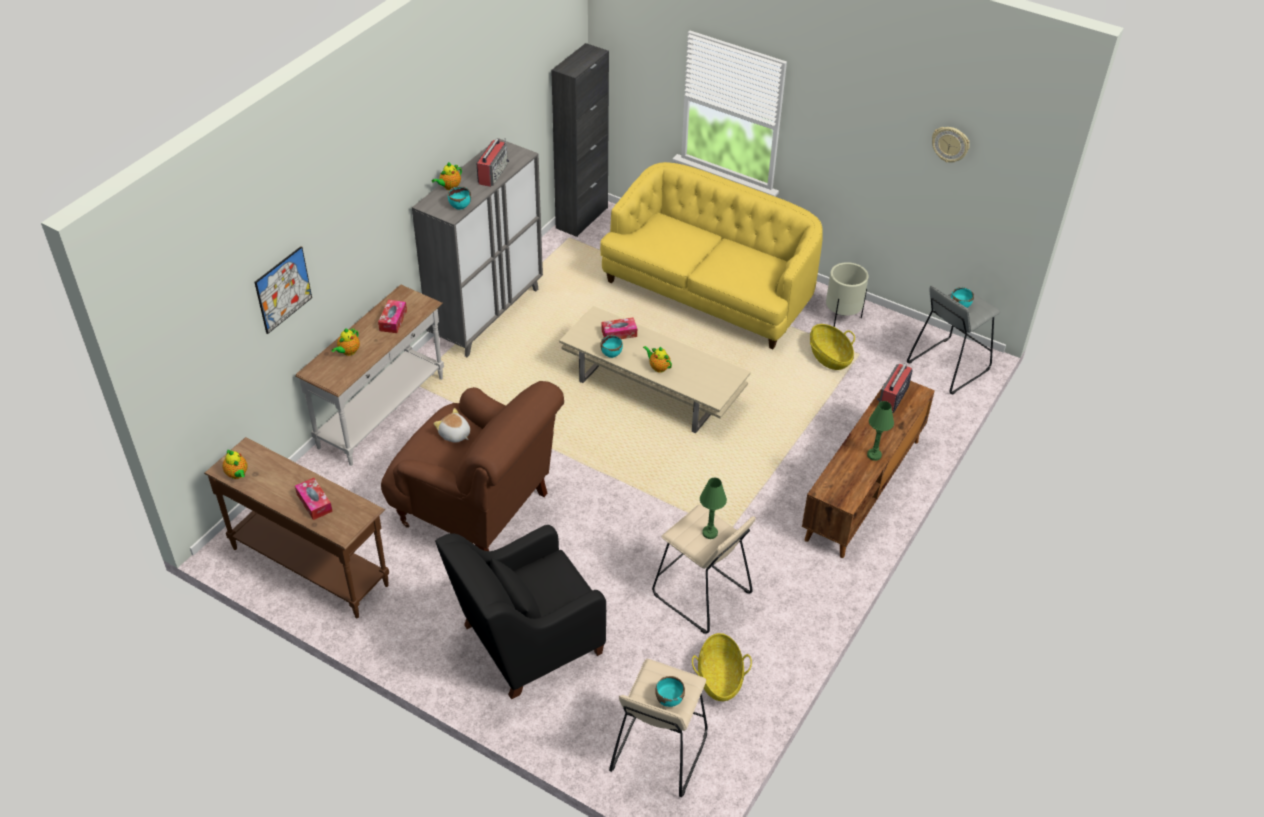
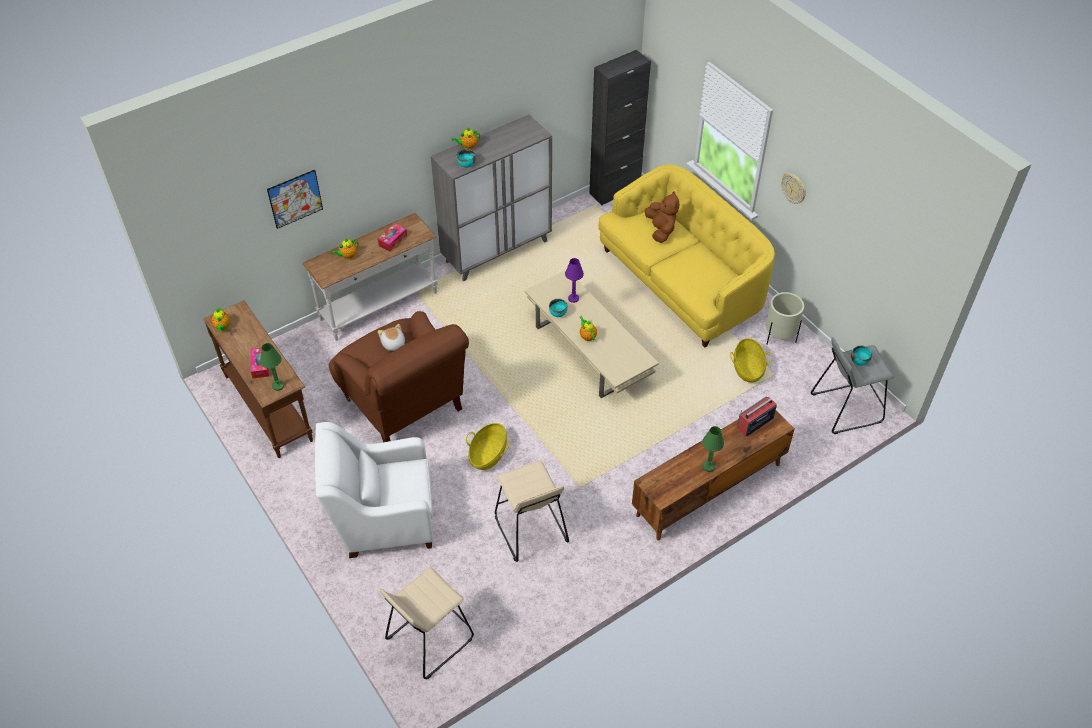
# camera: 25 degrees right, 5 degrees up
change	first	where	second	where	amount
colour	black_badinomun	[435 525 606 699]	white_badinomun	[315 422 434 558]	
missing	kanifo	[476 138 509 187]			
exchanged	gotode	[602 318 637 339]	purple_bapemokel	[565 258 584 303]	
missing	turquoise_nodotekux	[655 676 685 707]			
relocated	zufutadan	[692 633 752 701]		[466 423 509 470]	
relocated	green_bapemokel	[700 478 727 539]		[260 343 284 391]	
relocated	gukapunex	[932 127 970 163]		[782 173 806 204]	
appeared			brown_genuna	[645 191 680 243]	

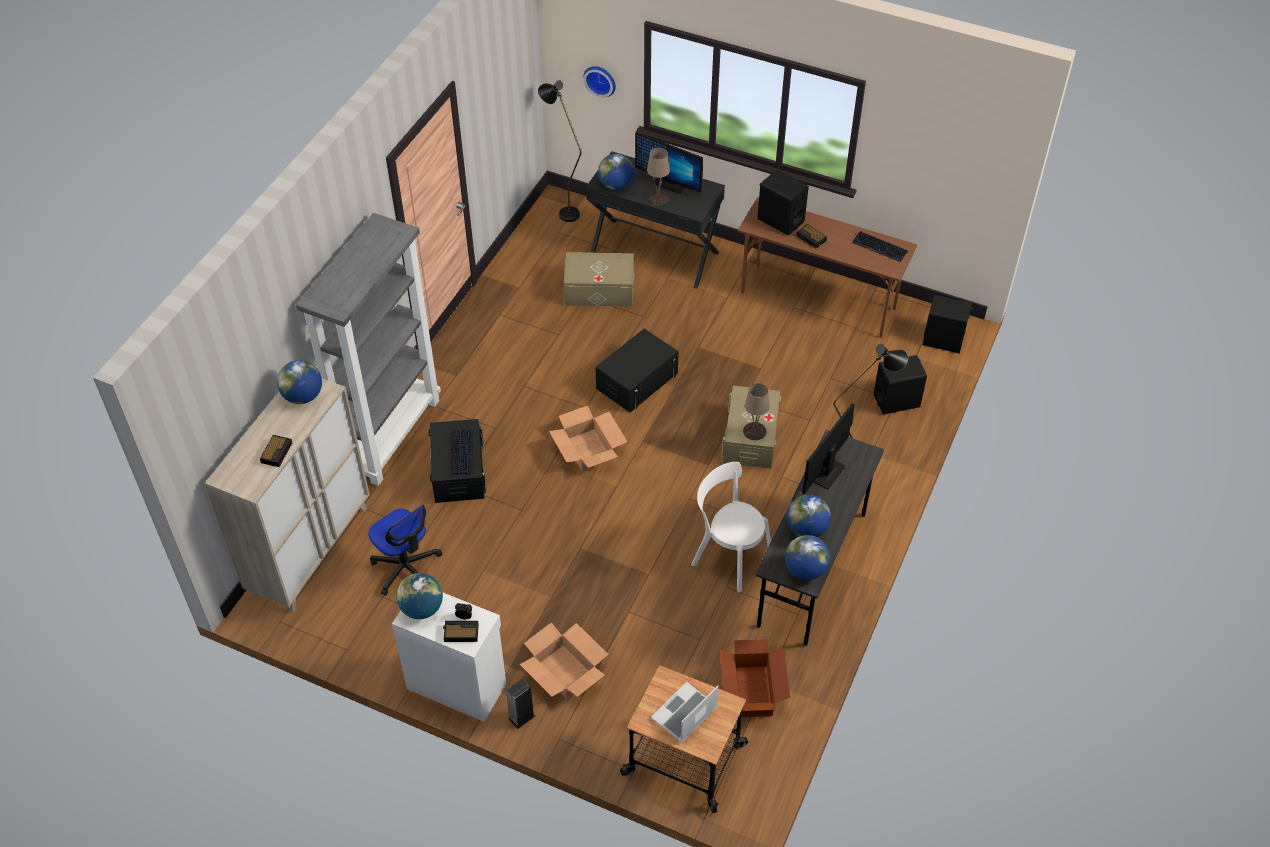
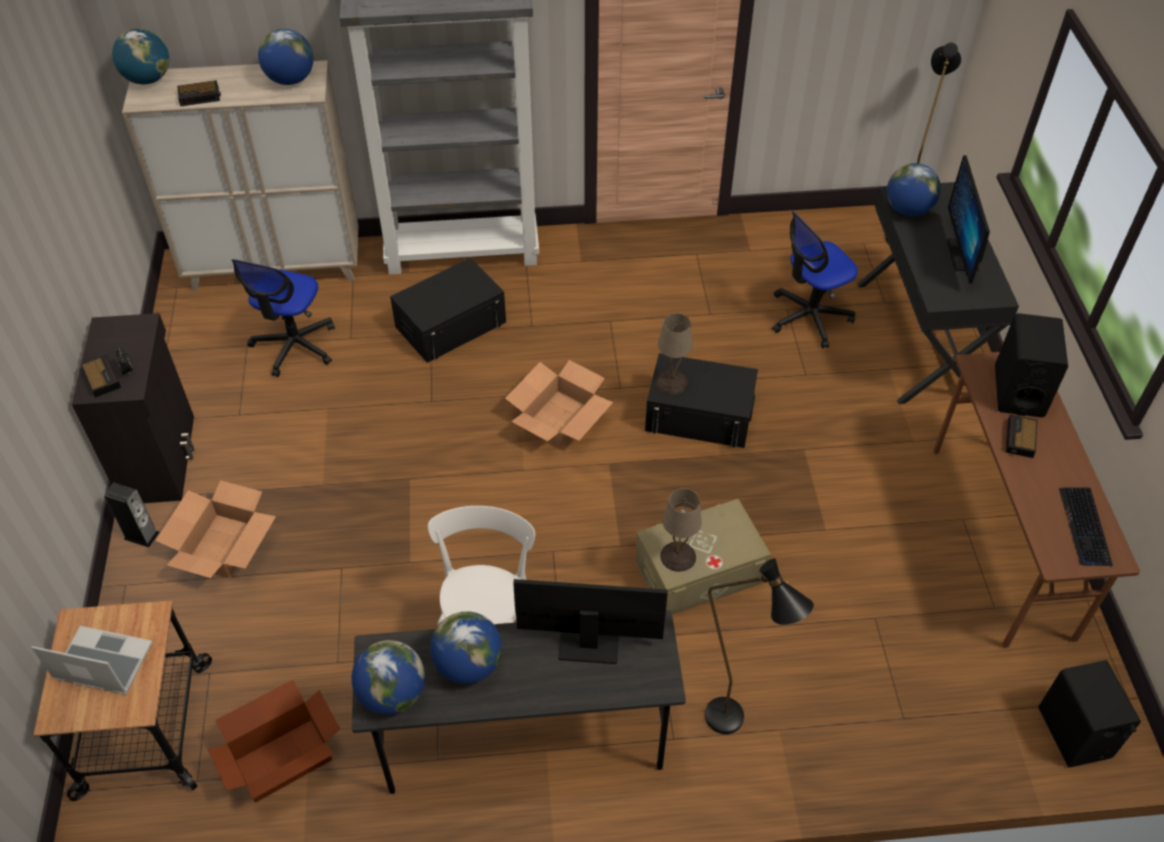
# camera: 60 degrees right, 0 degrees up
change	first	where	second	where	amount
colour	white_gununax	[392 593 506 722]	black_gununax	[72 313 195 503]	
relocated	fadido	[396 573 443 619]		[112 28 169 84]	
missing	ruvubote	[453 430 473 476]			
exchanged	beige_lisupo	[564 252 635 307]	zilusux	[772 211 858 348]	
missing	gukapunex	[583 66 616 97]			
relocated	beige_bapemokel	[647 148 670 205]		[656 313 692 394]	
missing	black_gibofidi	[874 355 927 415]			

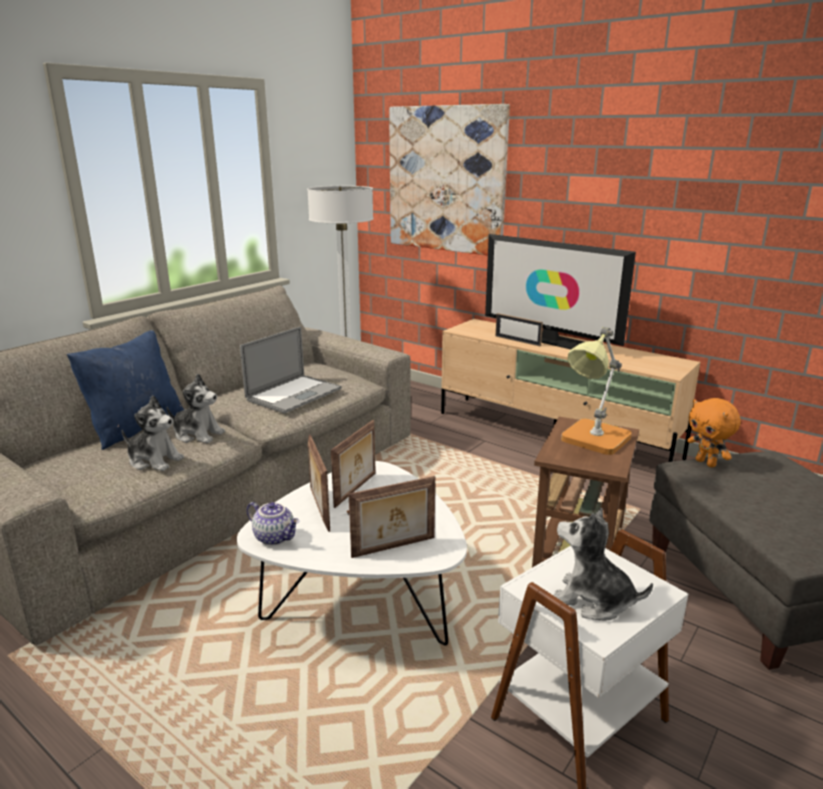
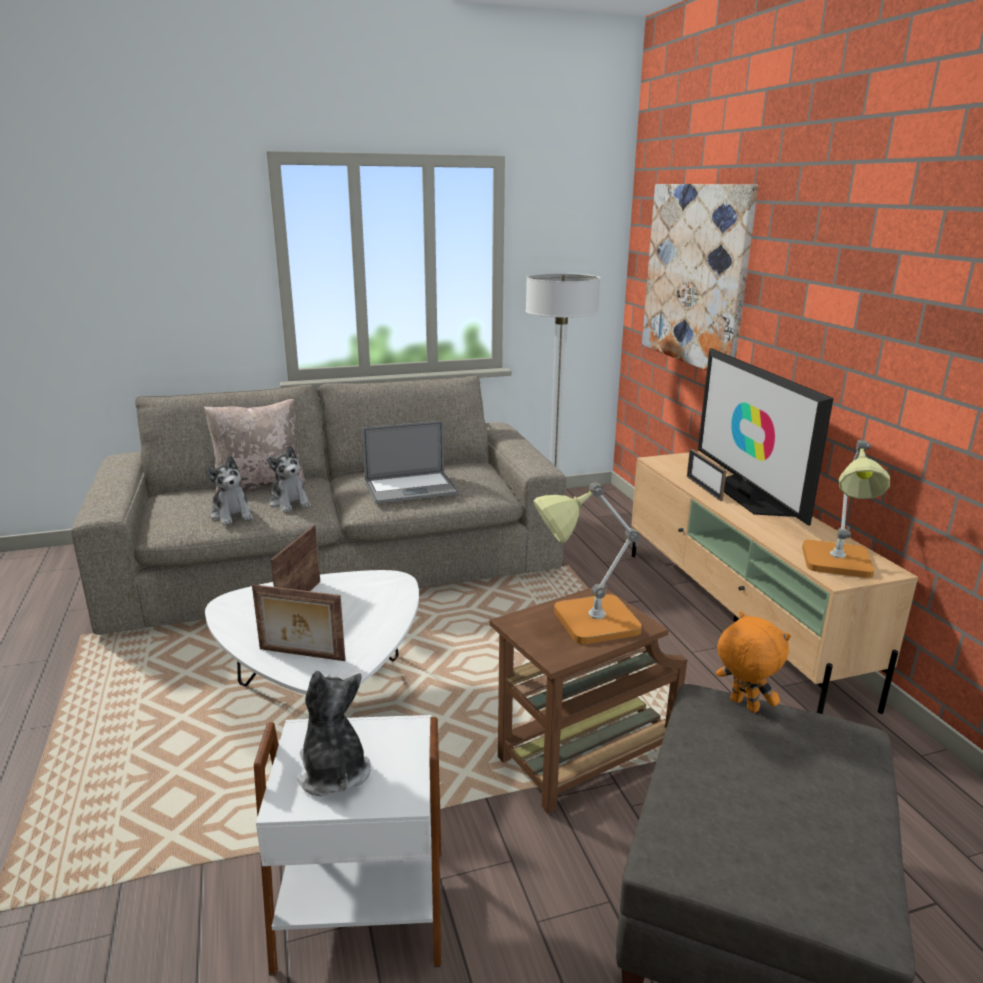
# camera: 35 degrees right, 0 degrees up
change	first	where	second	where	amount
colour	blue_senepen	[67 330 184 450]	beige_senepen	[204 399 306 494]	
missing	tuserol	[247 502 299 545]			
missing	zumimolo	[331 420 376 508]			
spun	orange_genuna	[687 398 741 467]		[716 611 791 713]	135 degrees clockwise
appeared			bapemokel	[802 440 890 578]	

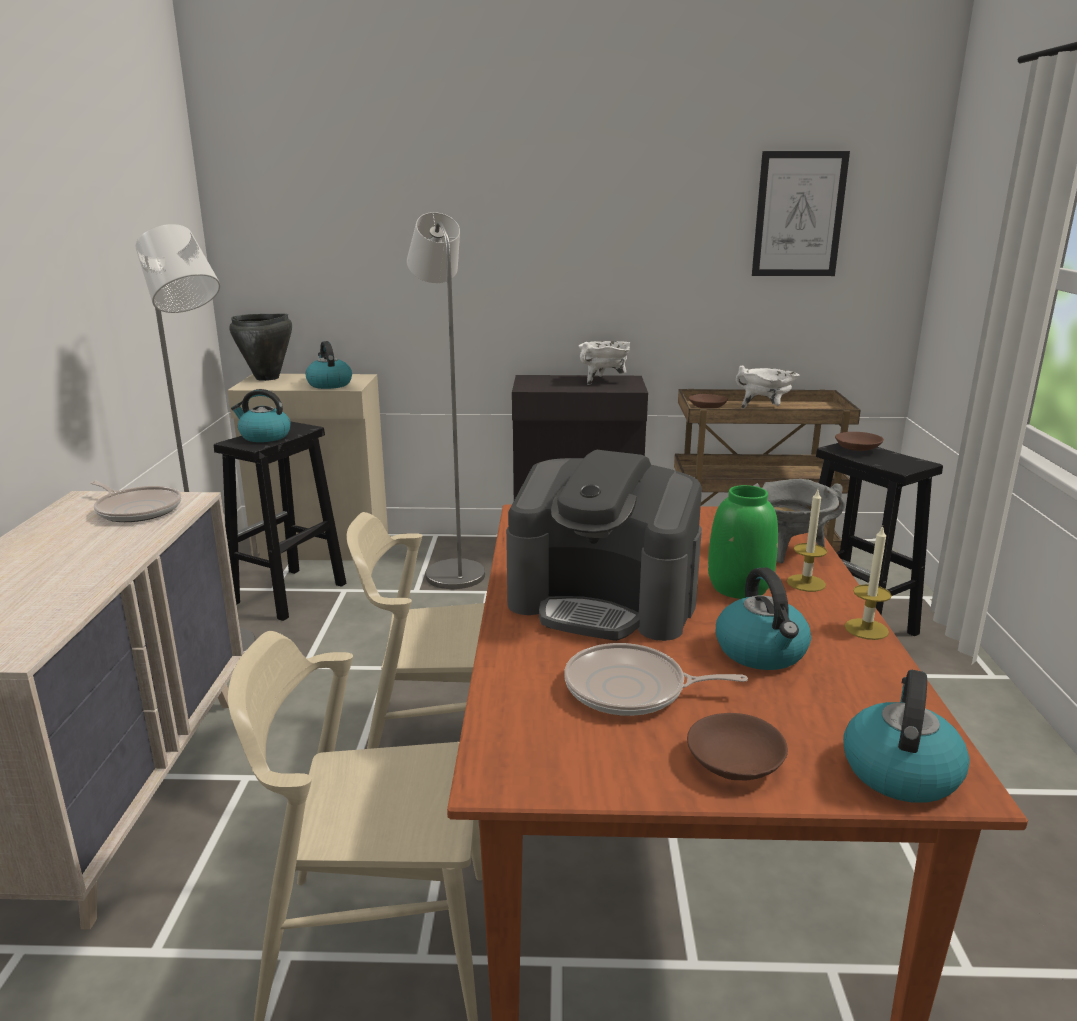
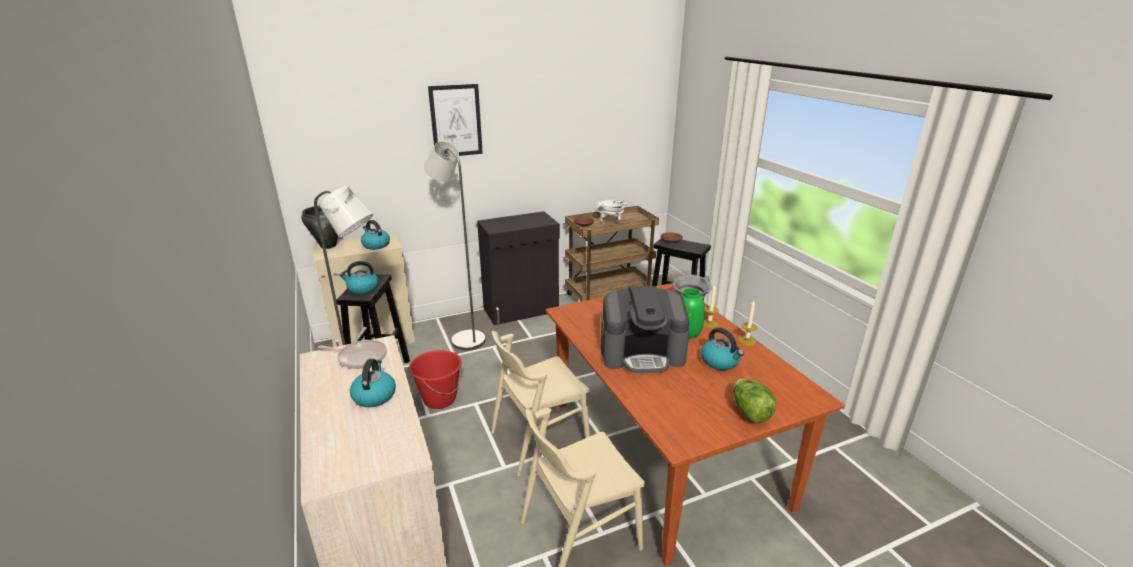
# camera: 25 degrees left, 5 degrees up
change	first	where	second	where	amount
missing	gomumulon	[564 643 748 716]			
missing	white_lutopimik	[579 341 630 385]			
exchanged	brown_nodotekux	[687 713 788 780]	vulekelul	[734 379 776 422]	
relocated	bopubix	[752 151 850 276]		[428 84 483 156]	
relocated	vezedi	[843 670 970 803]		[350 359 396 407]	
appeared			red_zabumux	[409 350 462 409]	

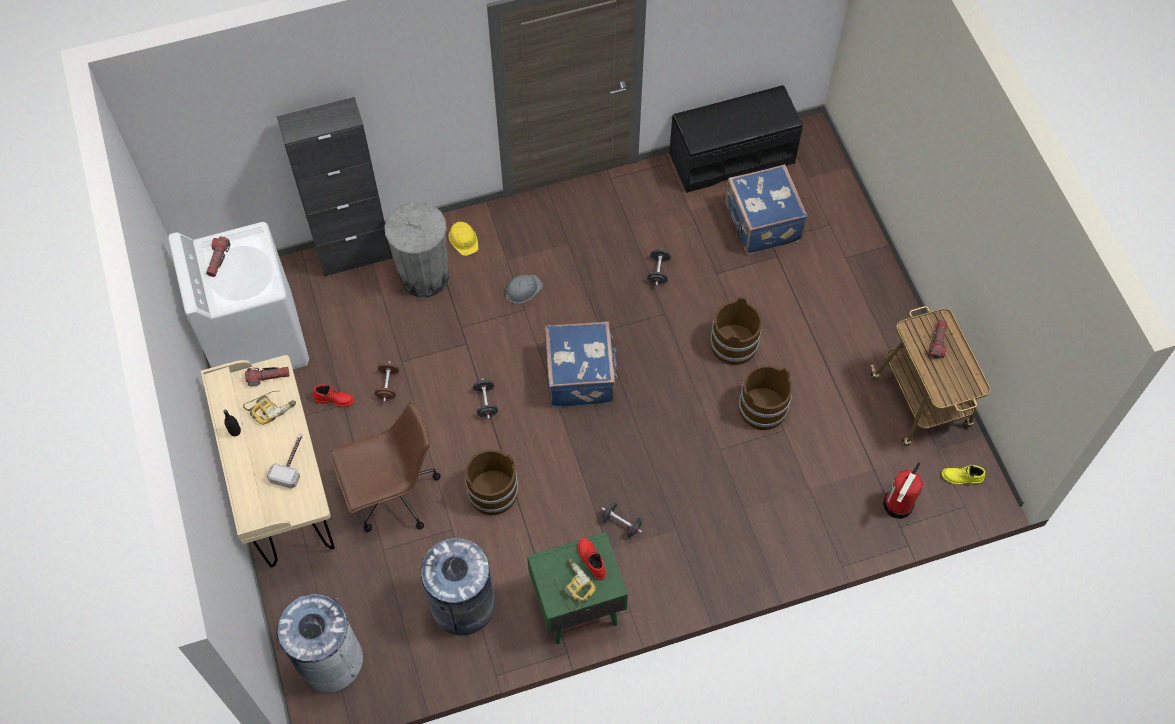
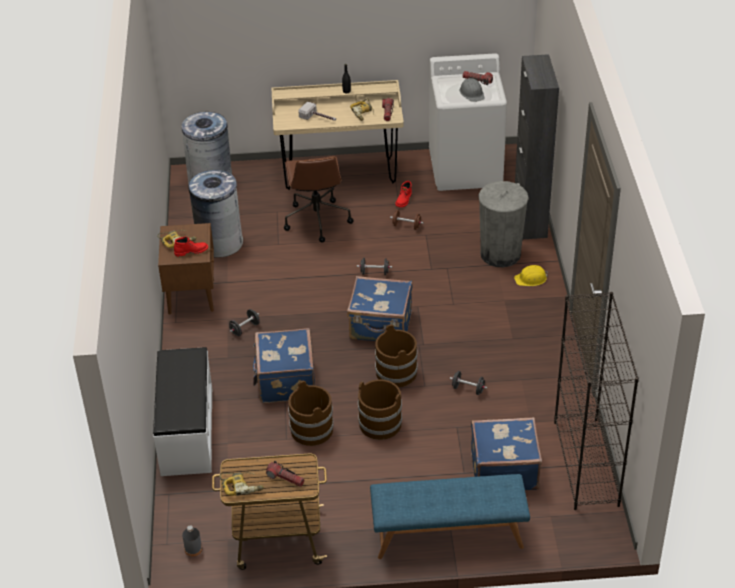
# camera: 105 degrees right, 20 degrees down
change	first	where	second	where	amount
relocated	brown_zabumux	[465 449 518 515]		[375 324 418 387]	
relocated	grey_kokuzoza	[506 275 543 304]		[460 78 485 102]	
colour	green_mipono	[527 532 628 644]	brown_mipono	[158 223 214 315]	
exchanged	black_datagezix	[669 85 803 193]	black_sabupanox	[554 292 639 510]	
missing	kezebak	[883 462 923 519]			
exchanged	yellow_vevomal	[942 465 985 484]	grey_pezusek	[182 525 202 556]	
appeared			white_datagezix	[153 347 213 476]	
appeared			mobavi	[219 472 264 496]	
appeared			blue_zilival	[253 328 315 403]	
appeared			blue_datagezix	[370 474 530 559]	

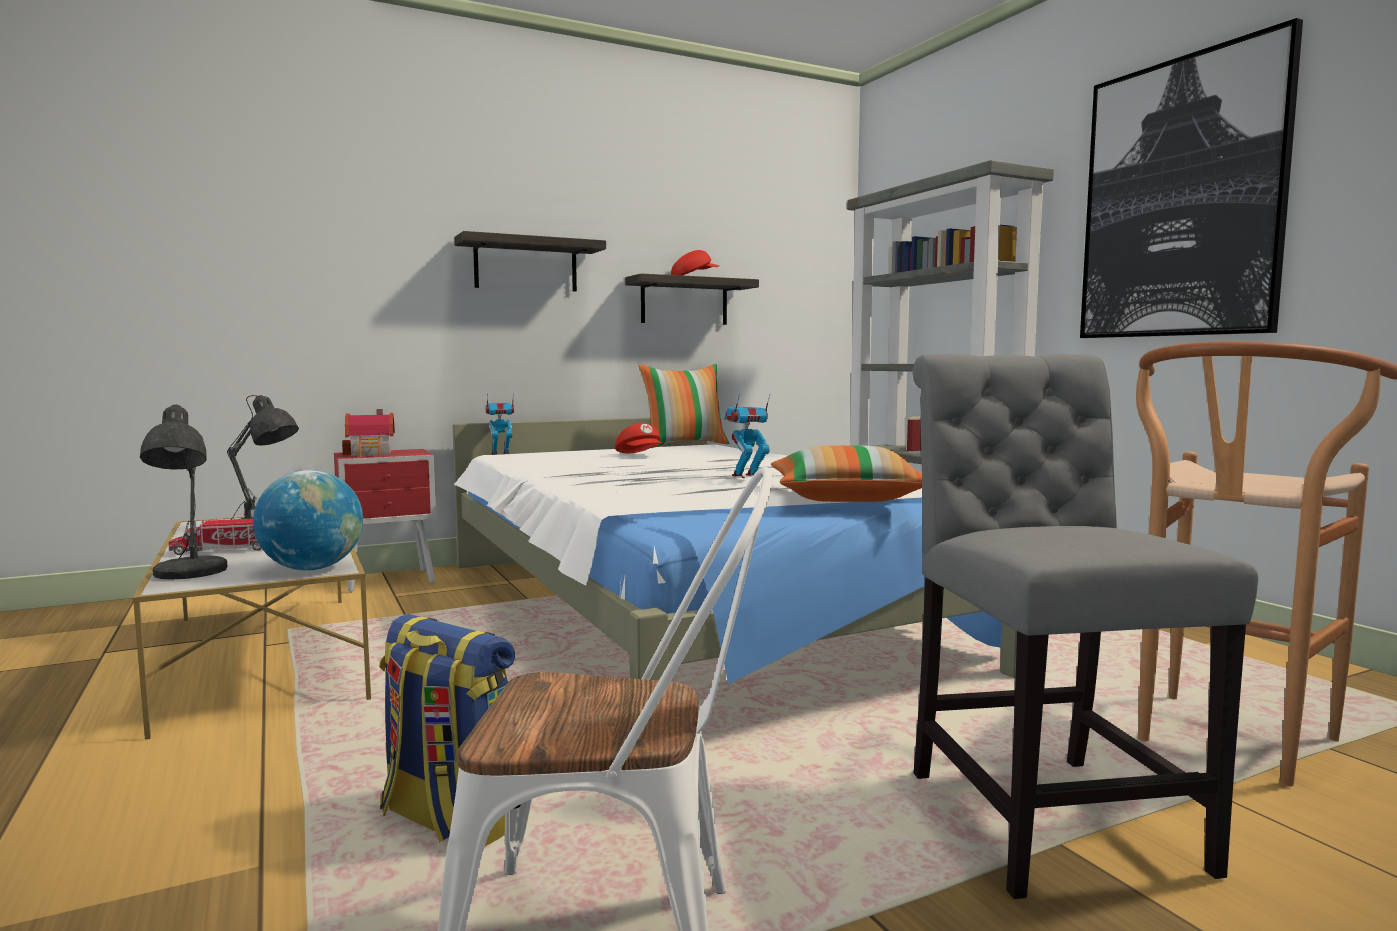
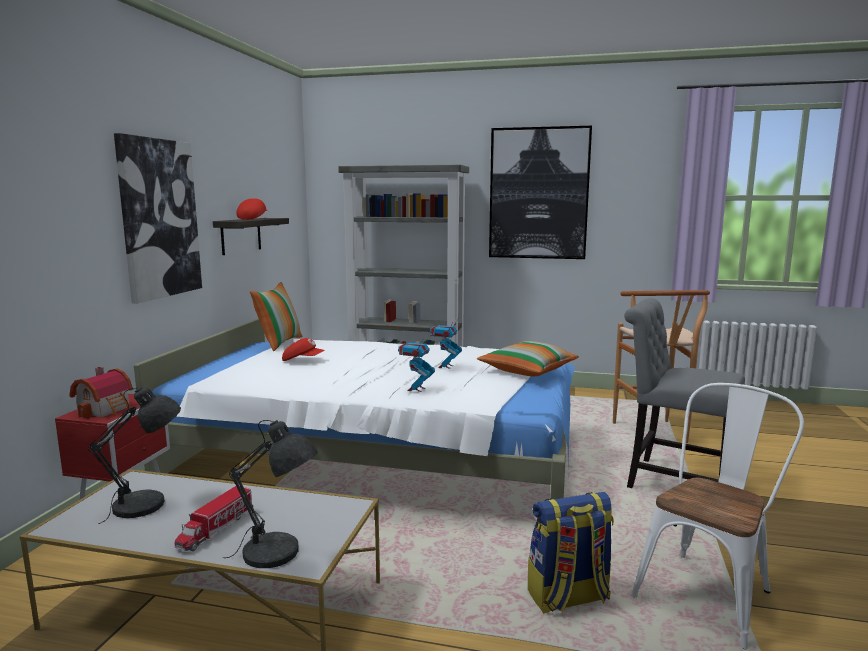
# camera: 50 degrees left, 5 degrees up
change	first	where	second	where	amount
missing	fadido	[253 470 363 571]			
exchanged	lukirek	[454 231 606 292]	bopubix	[114 133 202 303]	
relocated	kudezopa	[486 393 514 455]		[398 335 435 392]	

